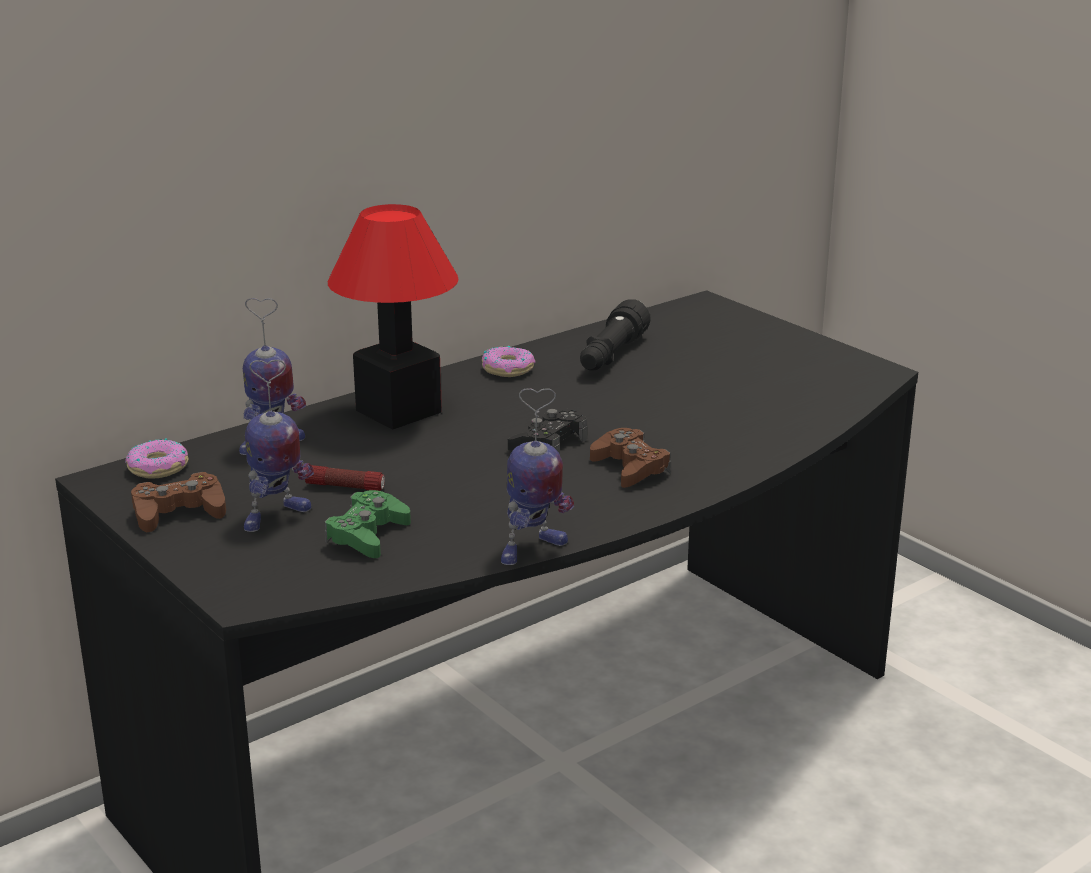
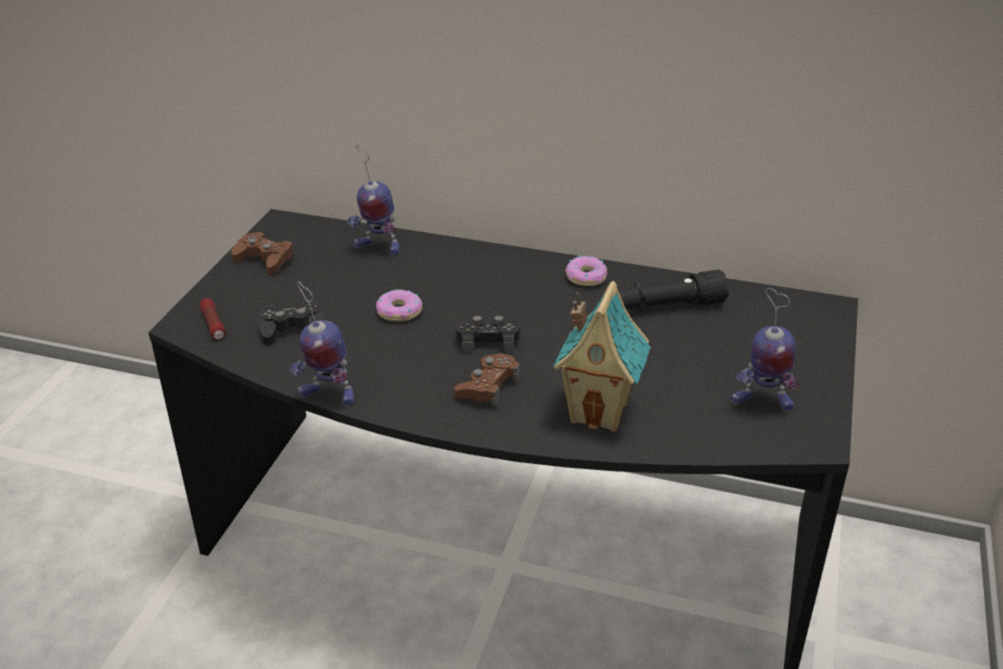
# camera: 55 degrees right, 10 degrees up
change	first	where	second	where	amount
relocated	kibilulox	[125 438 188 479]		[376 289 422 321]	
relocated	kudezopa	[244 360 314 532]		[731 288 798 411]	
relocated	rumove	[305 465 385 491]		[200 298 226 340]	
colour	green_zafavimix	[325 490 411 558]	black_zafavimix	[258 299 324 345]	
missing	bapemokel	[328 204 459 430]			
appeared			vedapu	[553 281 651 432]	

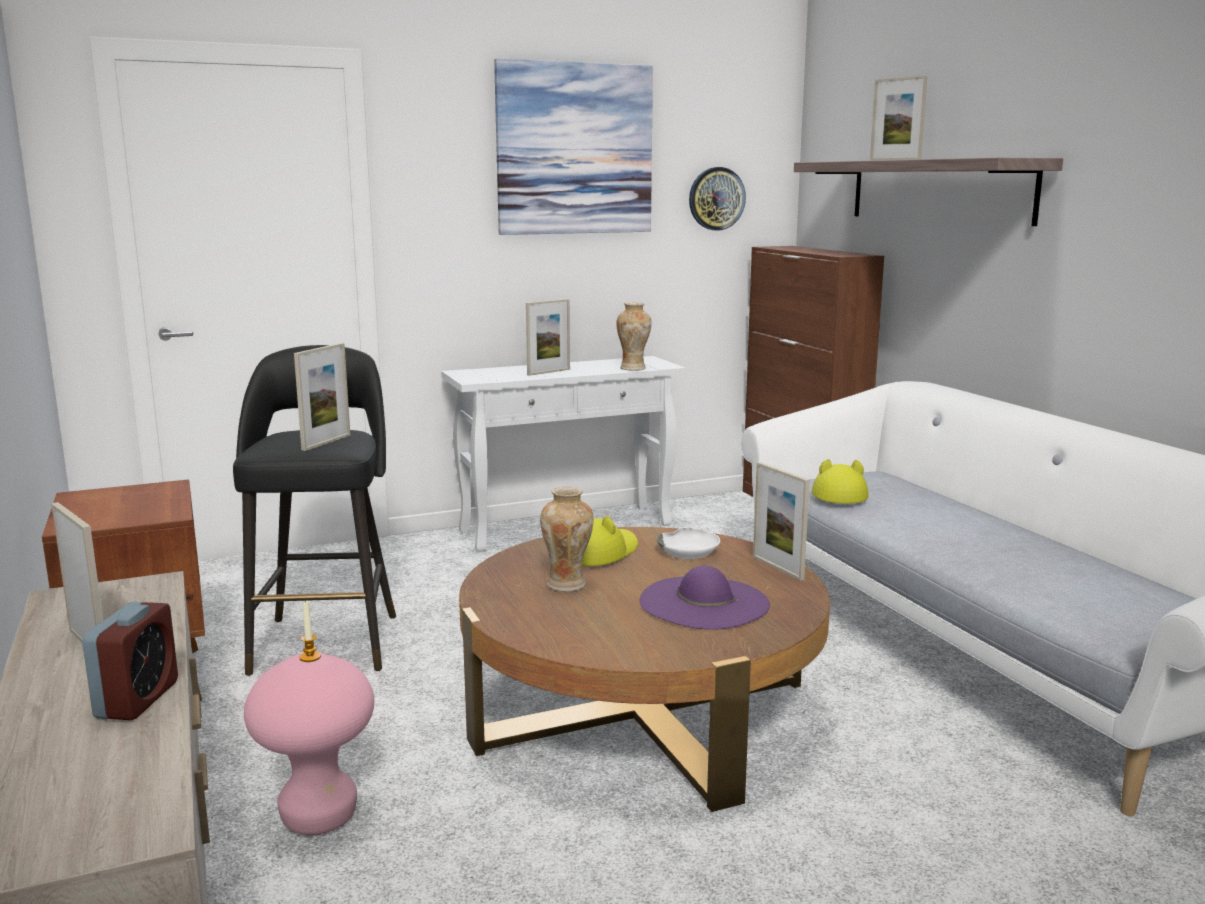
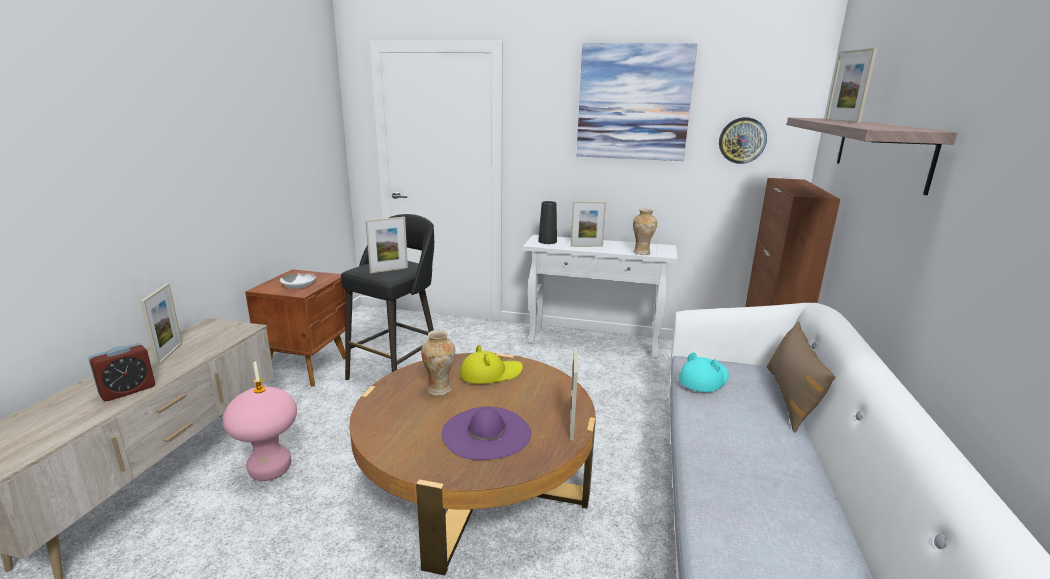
# camera: 35 degrees right, 5 degrees up
change	first	where	second	where	amount
relocated	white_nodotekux	[657 528 720 559]		[280 273 316 289]	
colour	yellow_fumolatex	[812 459 869 504]	turquoise_fumolatex	[678 352 729 392]	
appeared			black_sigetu	[538 201 557 244]	
appeared			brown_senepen	[766 321 836 433]	

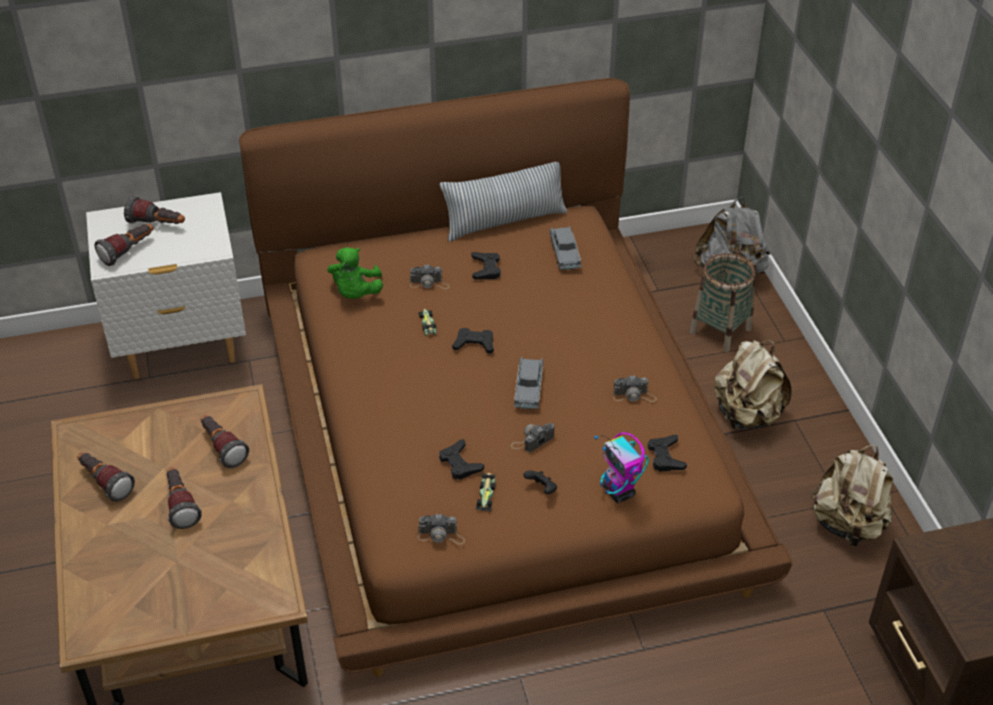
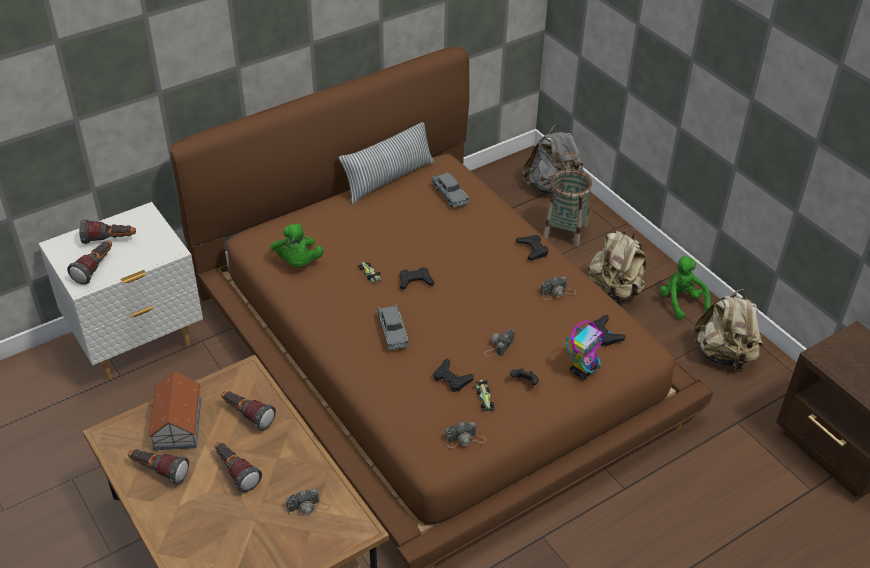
# camera: 20 degrees left, 0 degrees up
change	first	where	second	where	amount
relocated	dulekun	[410 264 449 289]		[286 489 330 518]	
relocated	black_zafavimix	[472 252 501 280]		[516 234 549 260]	
relocated	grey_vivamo	[514 357 543 409]		[377 304 409 350]	
spun	kudezopa	[594 432 649 503]		[566 321 611 379]	90 degrees counterclockwise
appeared			vedapu	[148 371 201 450]	
appeared			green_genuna	[659 256 711 320]	

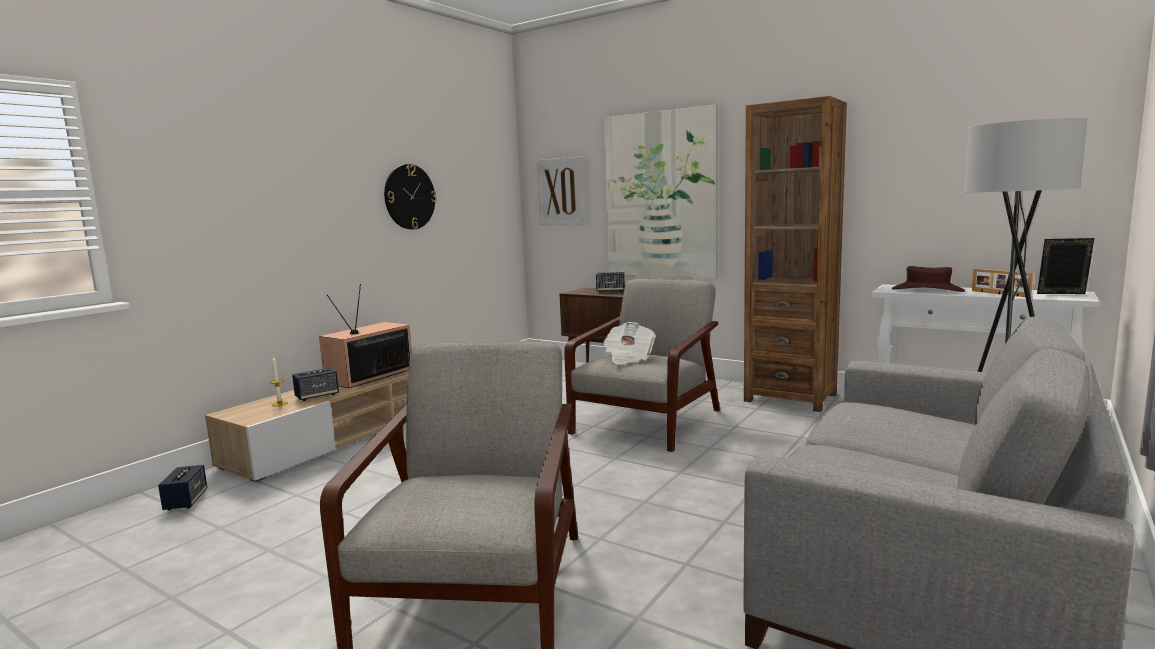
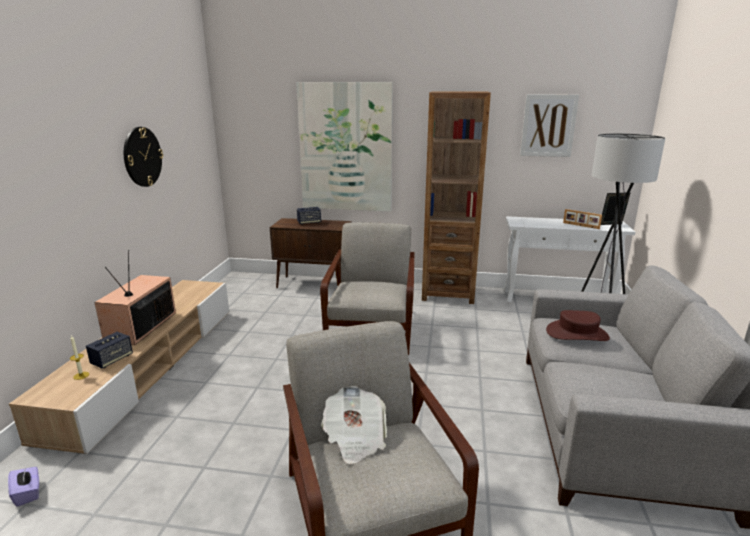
# camera: 25 degrees left, 10 degrees up
change	first	where	second	where	amount
exchanged	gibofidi	[158 465 207 510]	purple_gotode	[8 466 39 507]	
relocated	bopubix	[537 157 585 225]		[520 94 579 157]	
relocated	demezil	[603 322 656 364]		[321 386 387 464]	
relocated	brown_fumolatex	[892 266 965 292]		[546 310 610 341]	

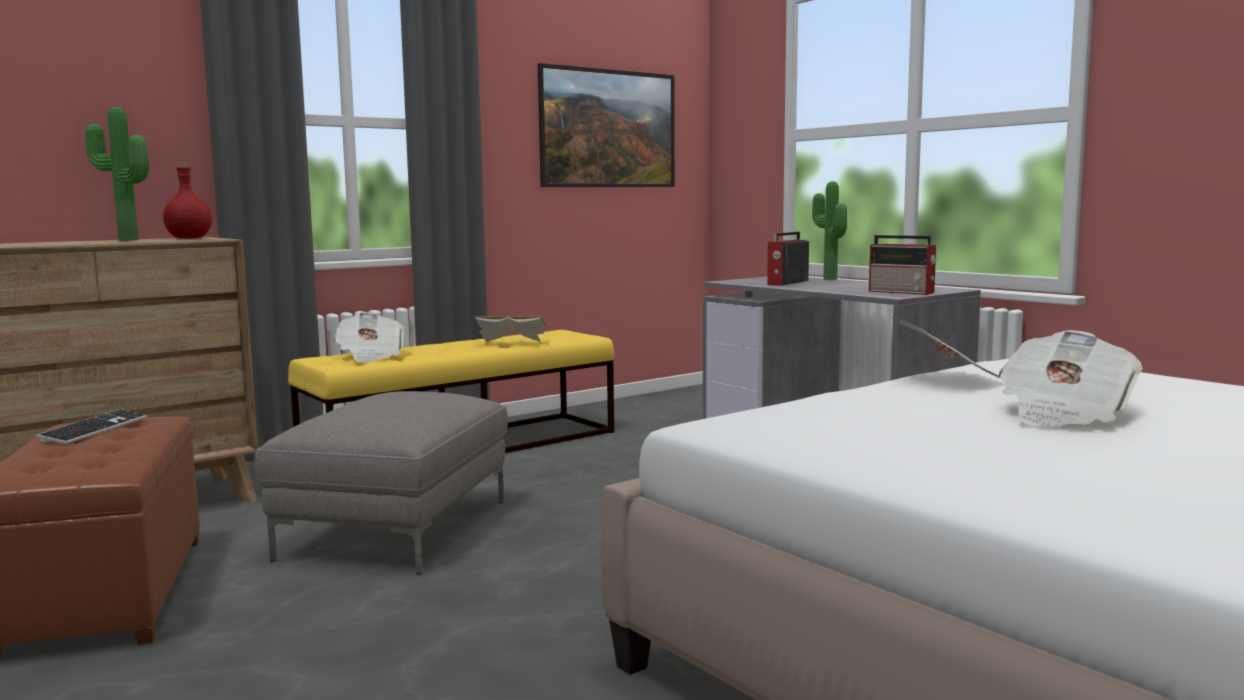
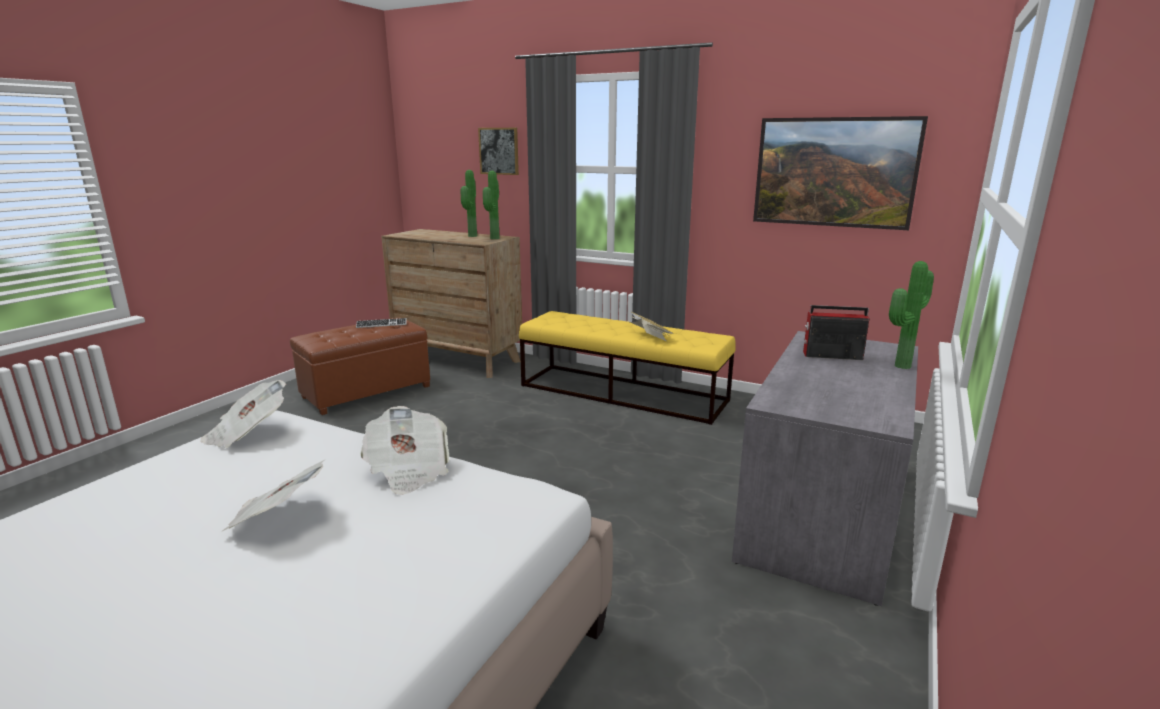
# camera: 65 degrees right, 10 degrees up
change	first	where	second	where	amount
exchanged	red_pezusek	[163 161 212 239]	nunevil	[483 171 500 239]	
missing	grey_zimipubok	[254 391 508 575]			
relocated	demezil	[334 312 404 363]		[200 380 286 448]	
missing	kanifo	[869 235 937 295]			
appeared			bopubix	[478 128 519 175]	

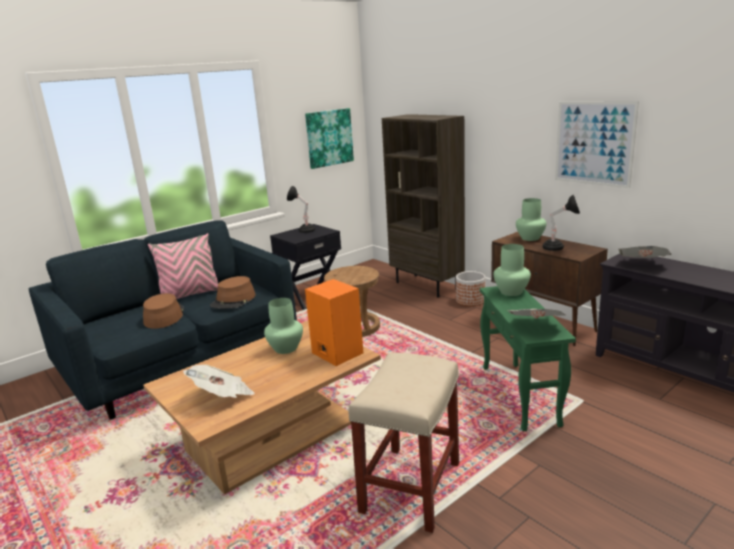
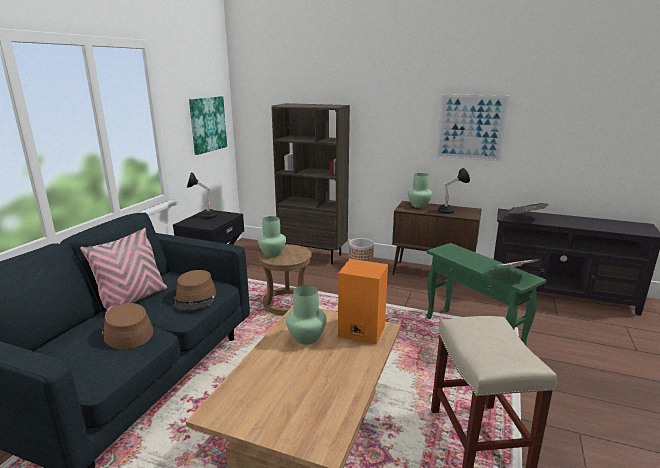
# camera: 30 degrees left, 0 degrees up
change	first	where	second	where	amount
missing	demezil	[183 364 255 398]			
relocated	green_sigetu	[493 244 531 296]		[258 216 286 257]	

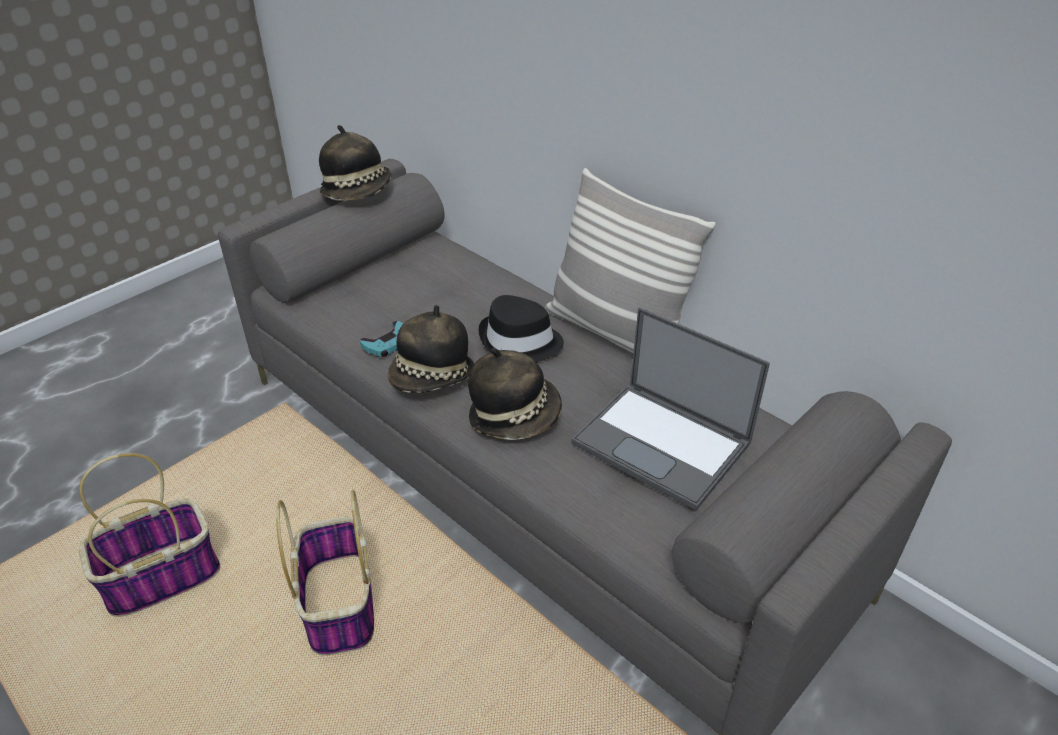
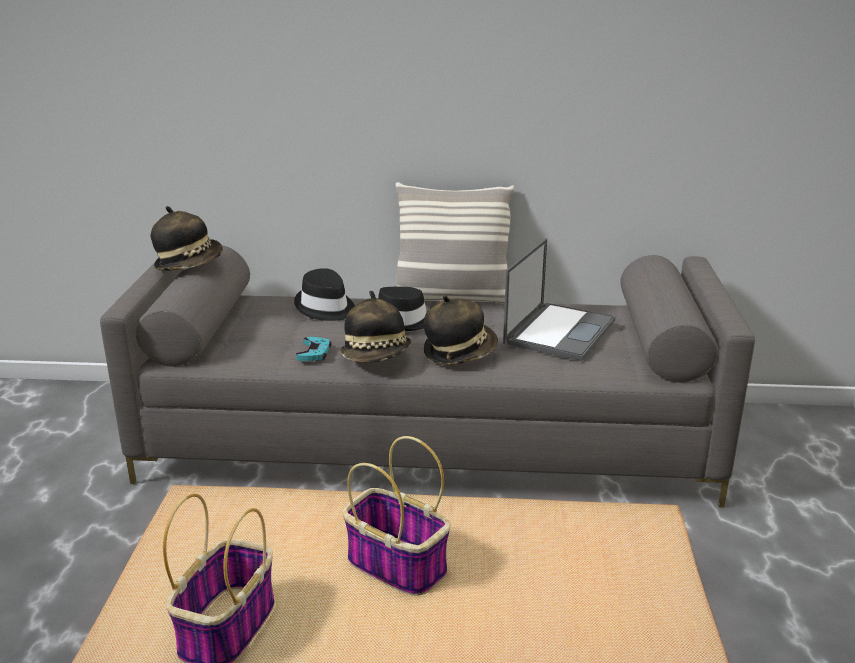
# camera: 40 degrees left, 15 degrees down
change	first	where	second	where	amount
spun	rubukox	[571 307 770 510]		[503 238 616 361]	60 degrees counterclockwise
appeared			black_fumolatex	[294 268 355 321]	

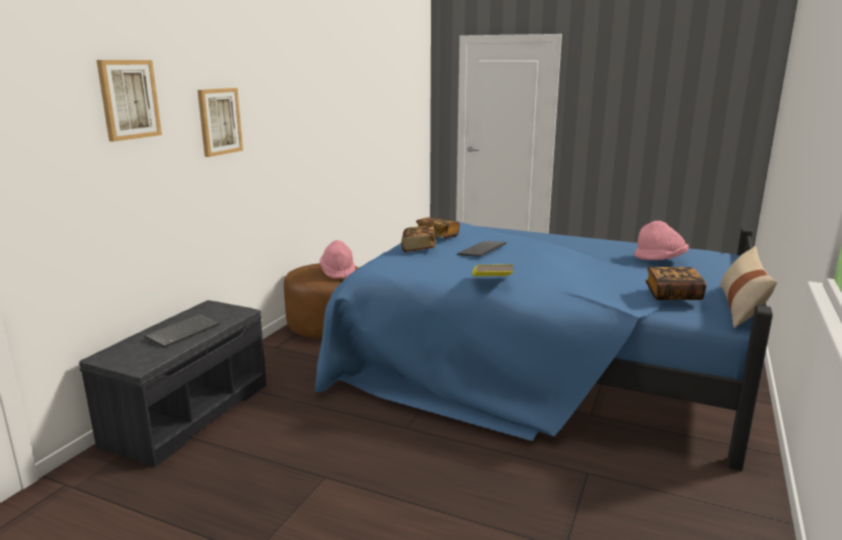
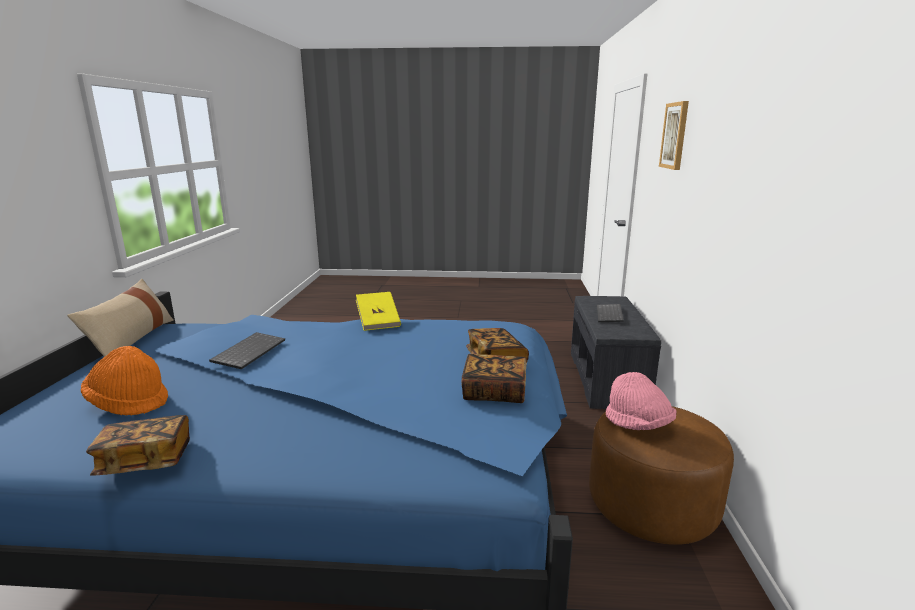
# camera: 160 degrees right, 0 degrees up
change	first	where	second	where	amount
missing	bopubix	[198 88 243 157]			
relocated	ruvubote	[457 241 506 257]		[209 332 285 369]	
colour	pink_fumolatex	[634 221 688 260]	orange_fumolatex	[81 346 168 415]	
relocated	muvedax	[645 267 706 300]		[86 415 190 476]	

